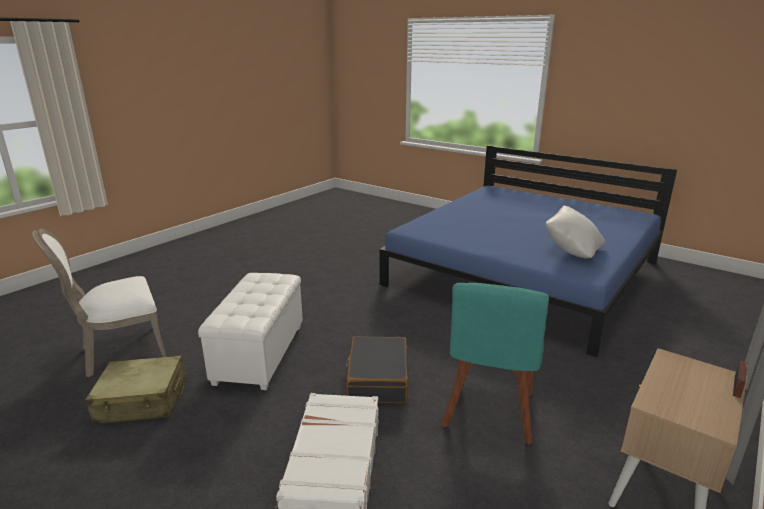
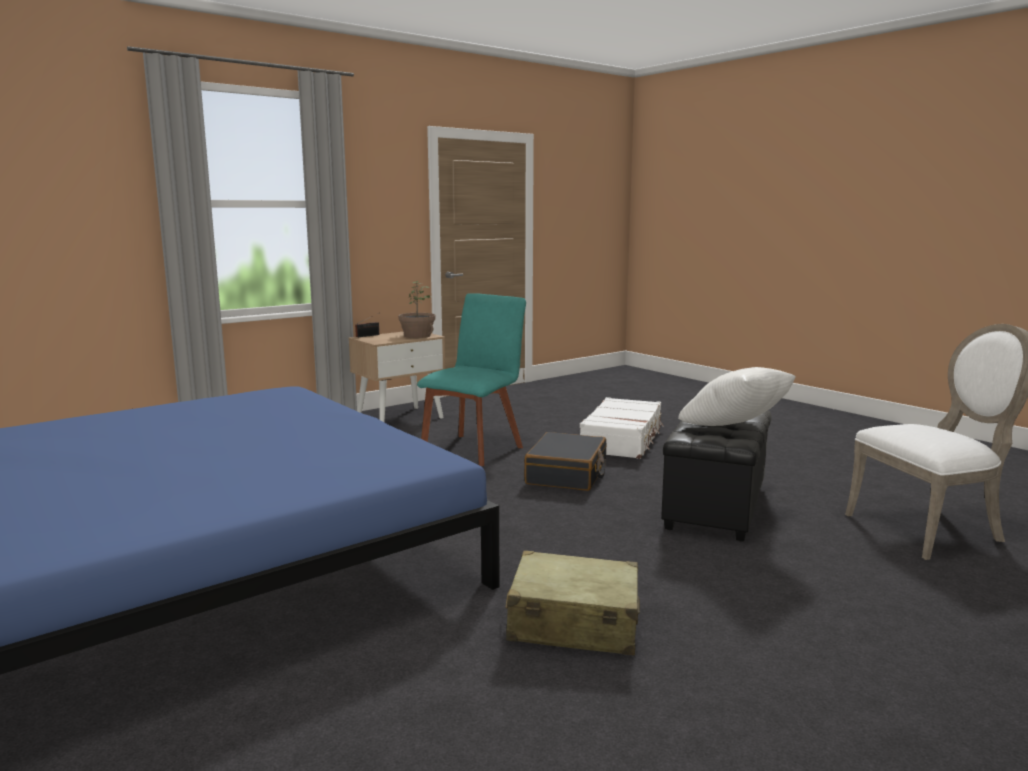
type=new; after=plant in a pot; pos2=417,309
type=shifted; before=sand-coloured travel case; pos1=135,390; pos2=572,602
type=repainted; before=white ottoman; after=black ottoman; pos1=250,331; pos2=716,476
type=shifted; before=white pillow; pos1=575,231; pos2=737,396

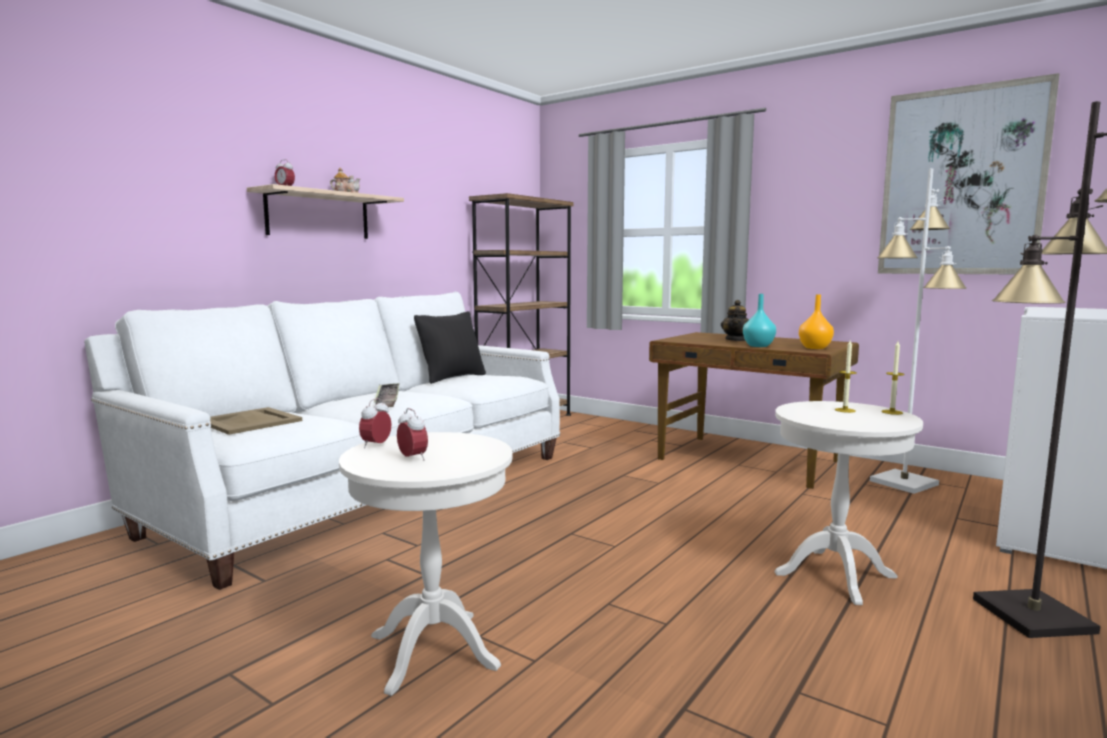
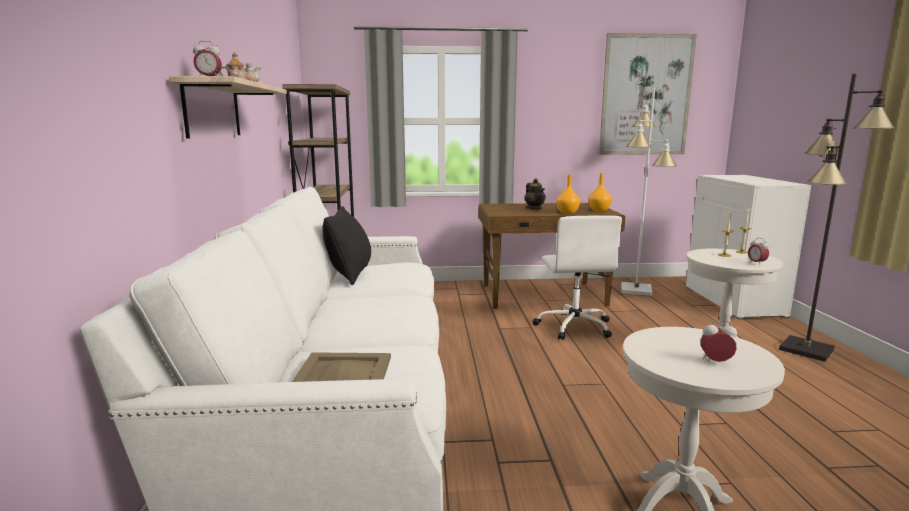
type=new; after=white desk chair; pos2=577,277
type=repainted; before=turquoise decorative vase; after=orange-coloured decorative vase; pos1=759,320; pos2=568,194
type=shifted; before=table clock; pos1=375,423; pos2=758,251
type=gone; before=serving tray; pos1=387,395

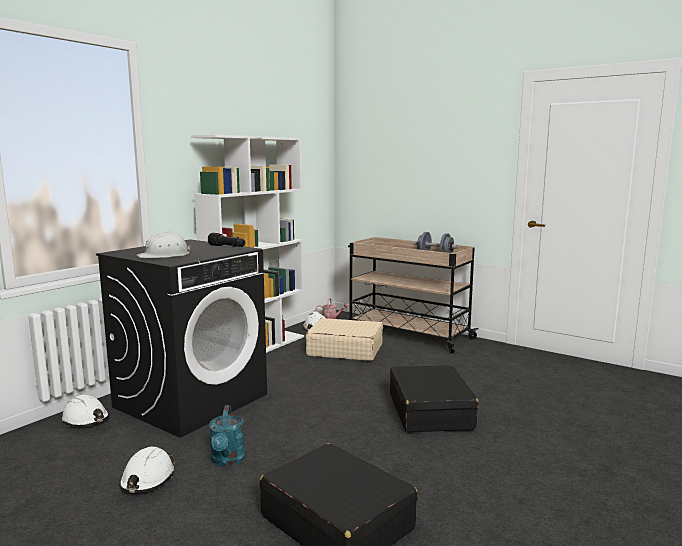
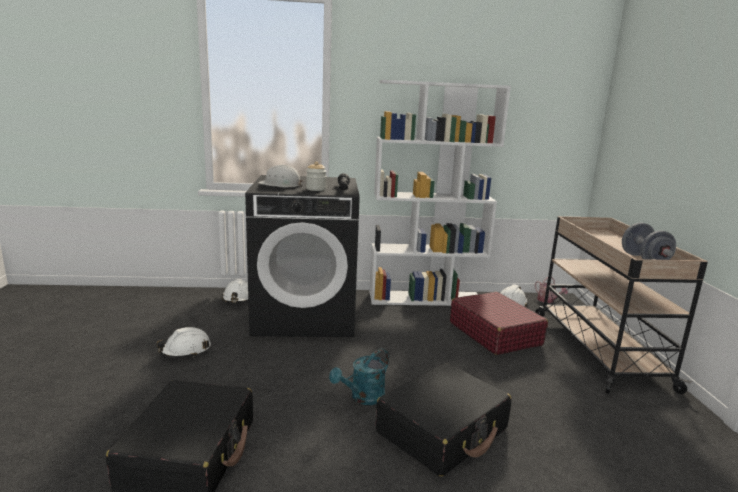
type=new; after=jar; pos2=316,176
type=shifted; before=turquoise watering pot; pos1=227,436; pos2=359,377
type=repainted; before=sand-coloured travel case; after=red travel case; pos1=344,339; pos2=499,323

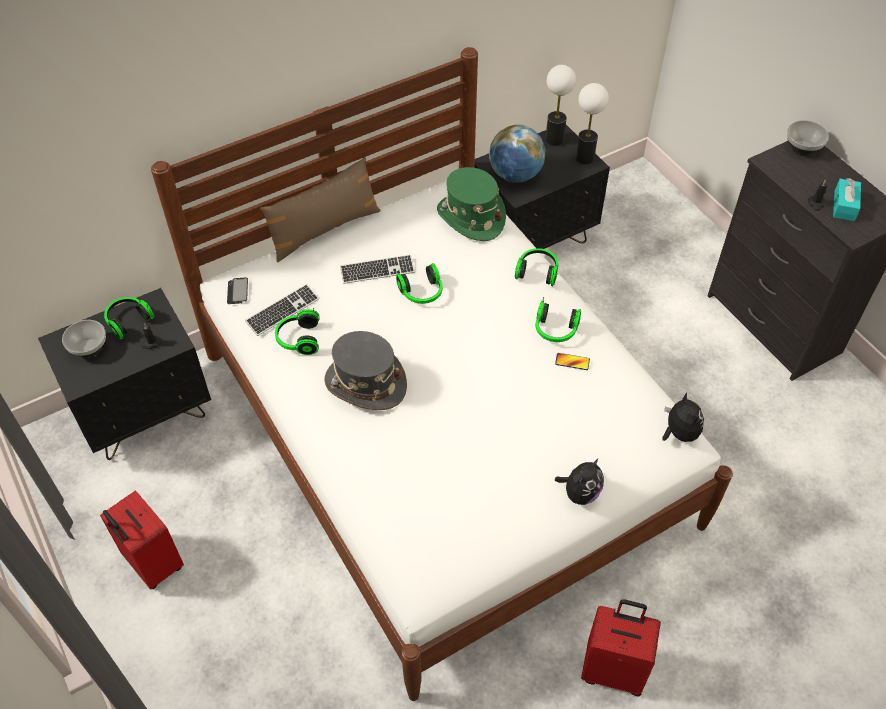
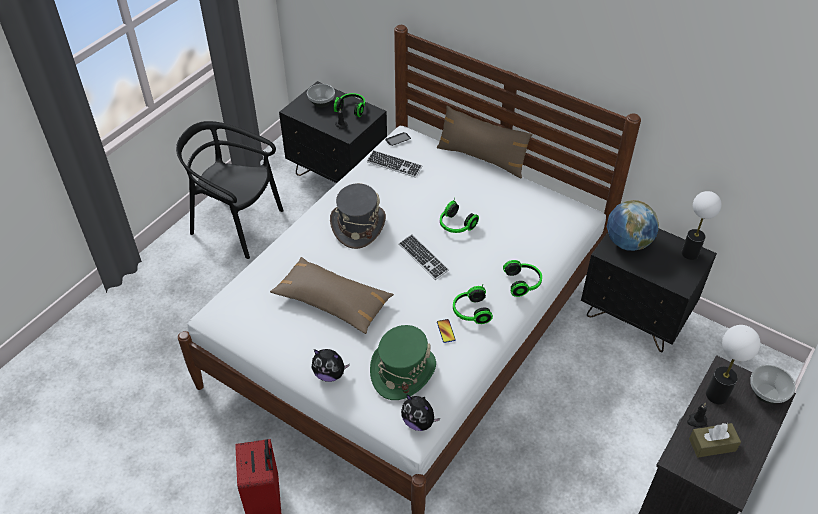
type=swapped; before=red travel case; after=black plain chair; pos1=142,540; pos2=230,190
type=new; after=brownish pillow; pos2=332,295
type=shifted; before=greenish clothing hat; pos1=471,204; pos2=403,362
type=shifted; before=keyboard; pos1=377,269; pos2=424,257
type=rotated; before=soft toy; pos1=683,417; pos2=421,412; turn=75
type=repainted; before=turquoise tissue box; after=brownish tissue box; pos1=847,199; pos2=715,440
type=shifted; before=lamp for a table; pos1=592,123; pos2=733,364
type=gone; before=pair of headphones; pos1=297,331

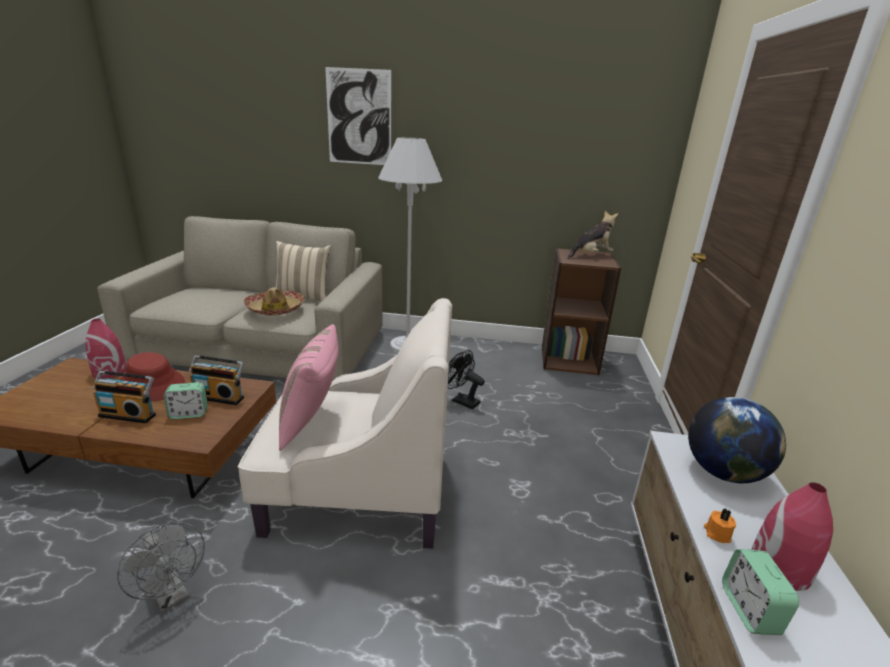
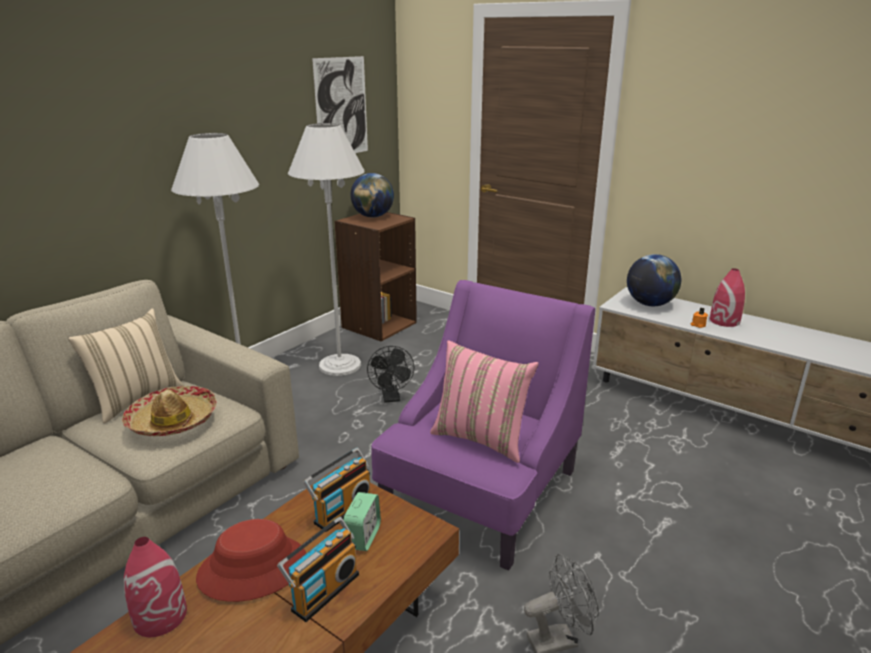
type=new; after=white standard lamp; pos2=326,249
type=shifted; before=wall picture; pos1=358,116; pos2=340,104
type=swapped; before=soft toy; after=globe; pos1=593,234; pos2=372,195
type=rotated; before=black electric fan; pos1=466,379; pos2=391,374; turn=-75
type=repainted; before=sand-coloured easy chair; after=purplish easy chair; pos1=345,423; pos2=483,425
type=gone; before=table clock; pos1=760,592

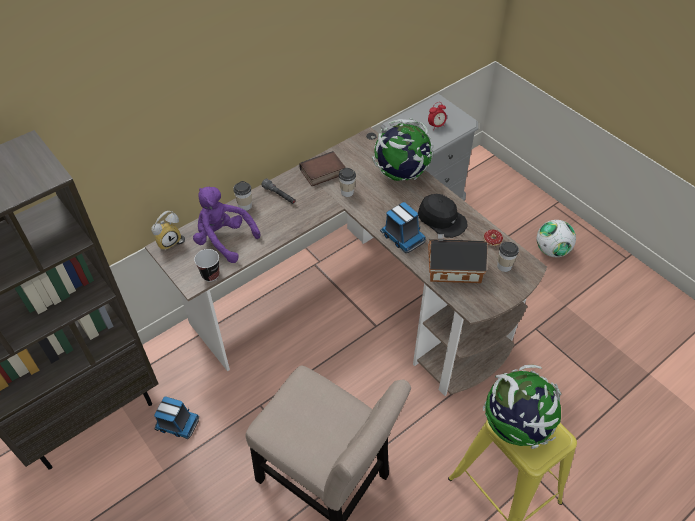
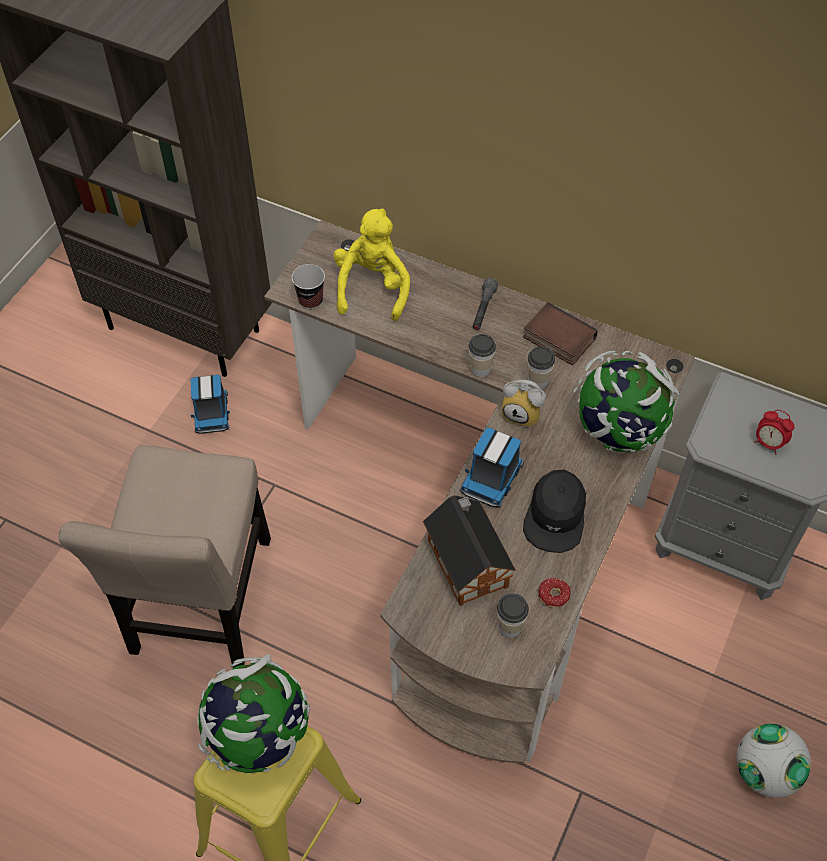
type=repainted; before=purplish soft toy; after=yellow-coloured soft toy; pos1=226,225; pos2=371,264
type=shifted; before=cup; pos1=242,196; pos2=482,355
type=shifted; before=table clock; pos1=166,231; pos2=524,404

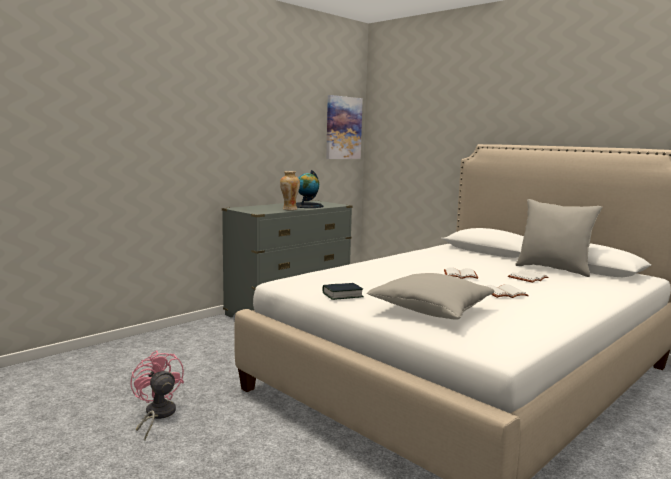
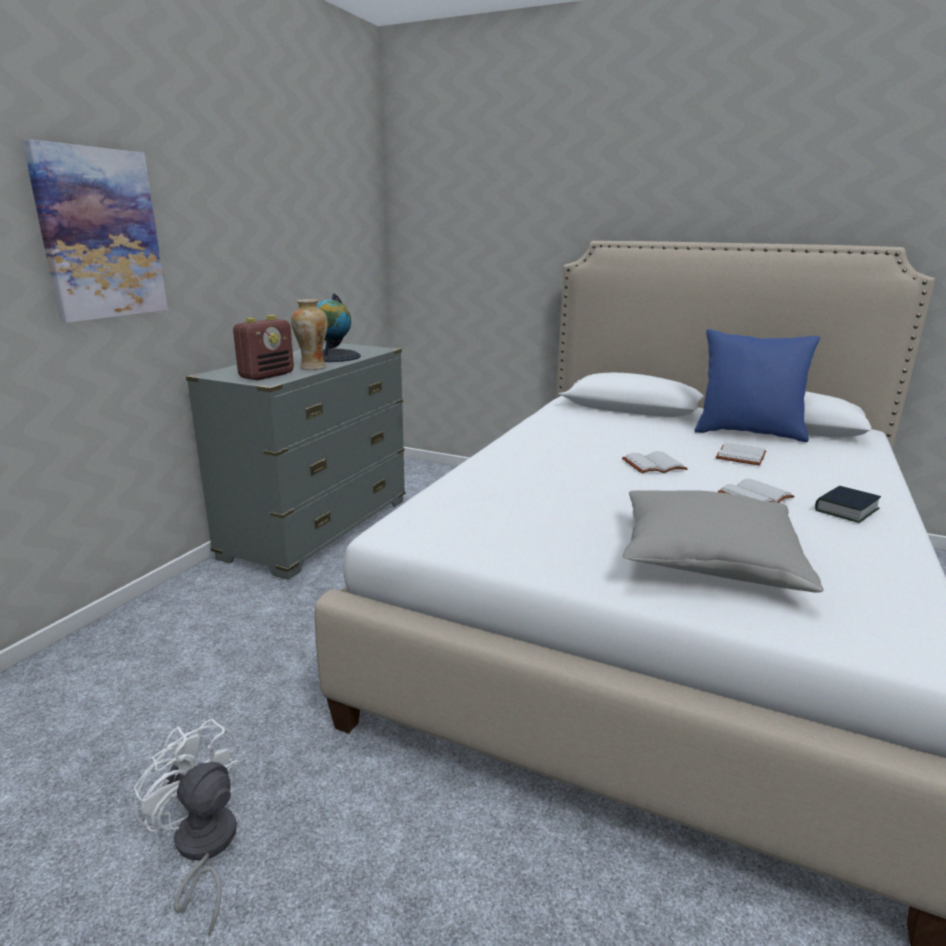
type=shifted; before=wall picture; pos1=344,127; pos2=95,231
type=repainted; before=pink electric fan; after=white electric fan; pos1=157,395; pos2=187,827
type=new; after=radio receiver; pos2=263,347
type=repainted; before=grey pillow; after=blue-coloured pillow; pos1=558,238; pos2=757,385
type=shifted; before=book; pos1=343,291; pos2=848,504

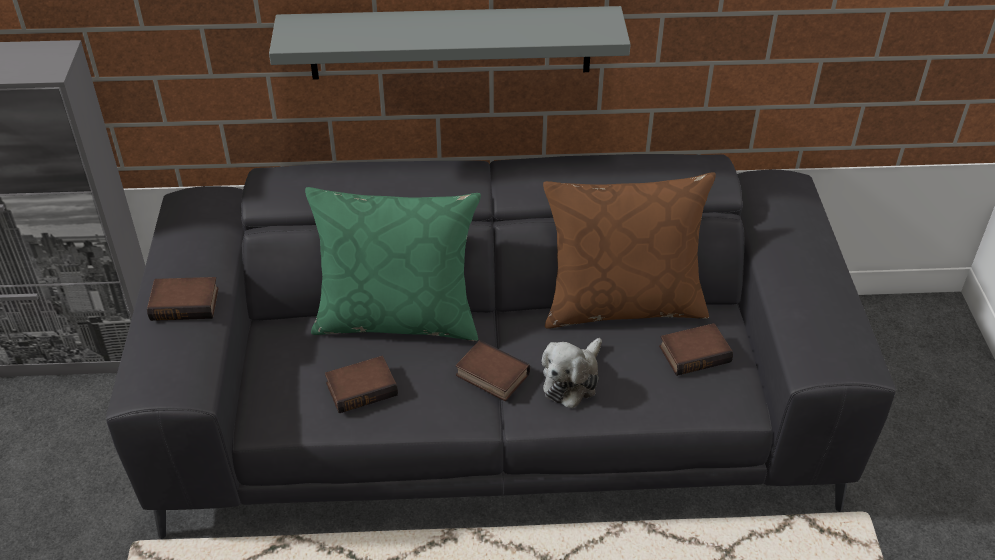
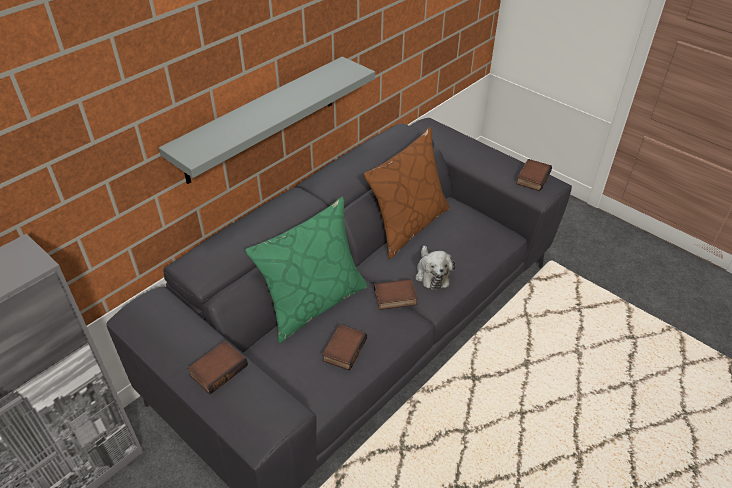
type=shifted; before=book; pos1=696,349; pos2=534,175

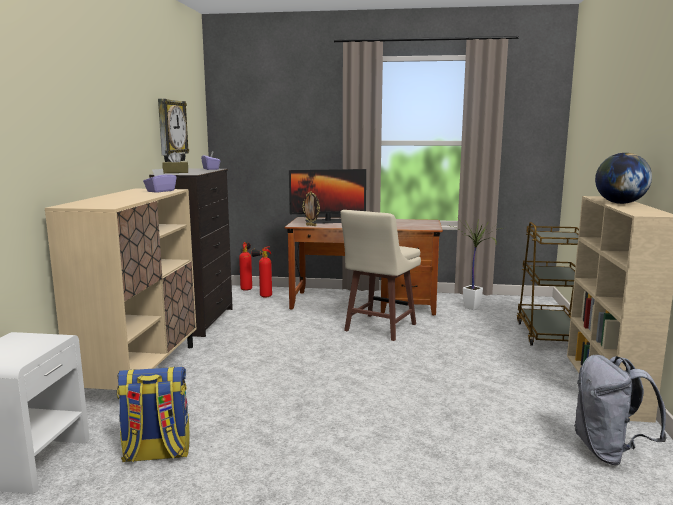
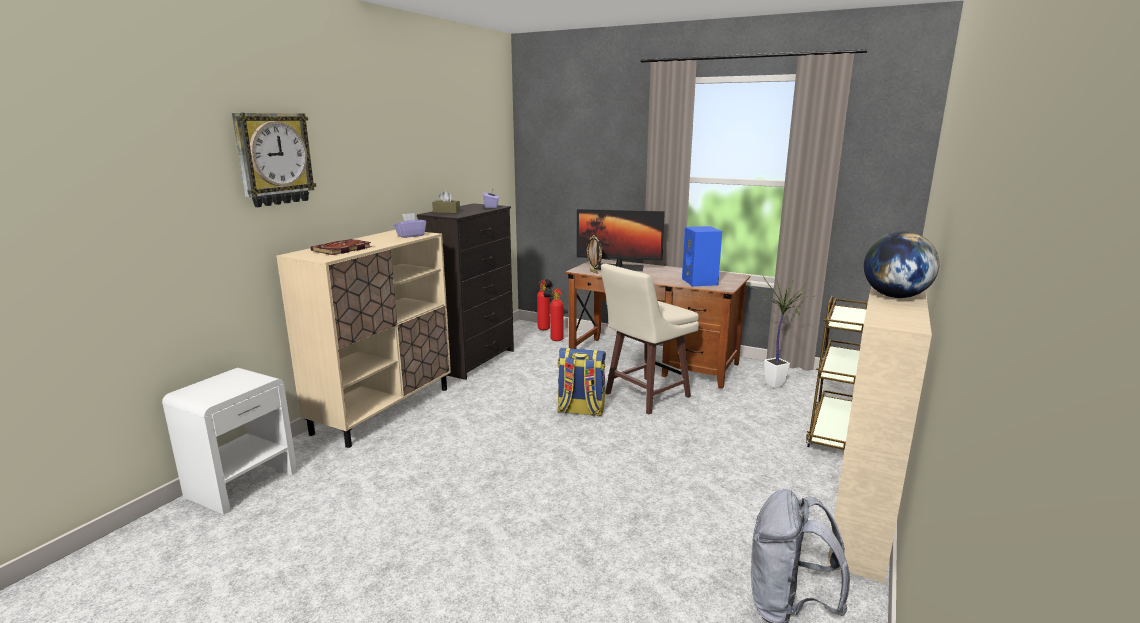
type=shifted; before=clock on the wall; pos1=173,130; pos2=274,160
type=new; after=book; pos2=341,247
type=shifted; before=backpack; pos1=153,414; pos2=581,382
type=new; after=blue-coloured speaker; pos2=702,256

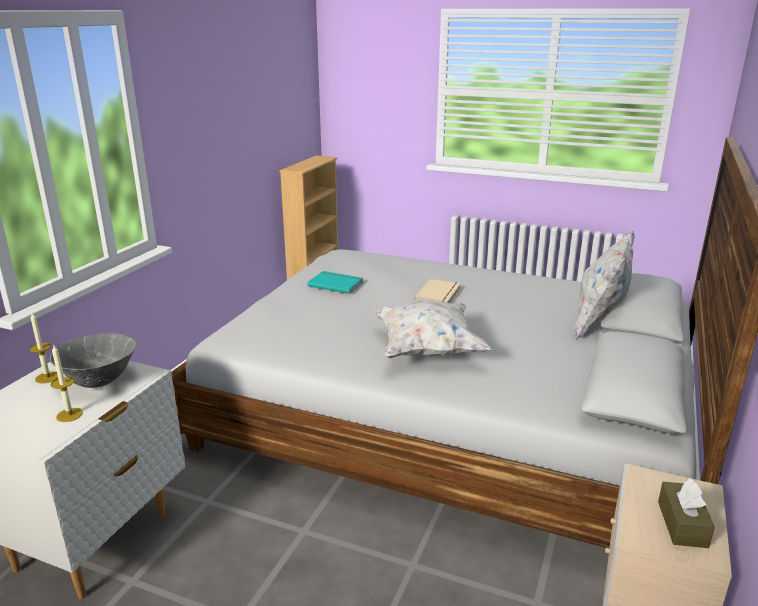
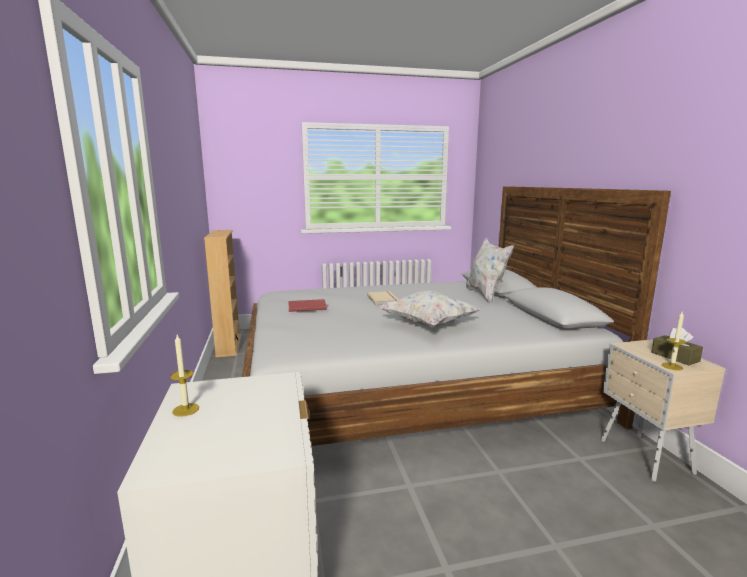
type=repainted; before=turquoise book; after=red book; pos1=335,282; pos2=307,305
type=shifted; before=wax candle; pos1=67,383; pos2=674,341
type=gone; before=grey deep dish; pos1=93,360

